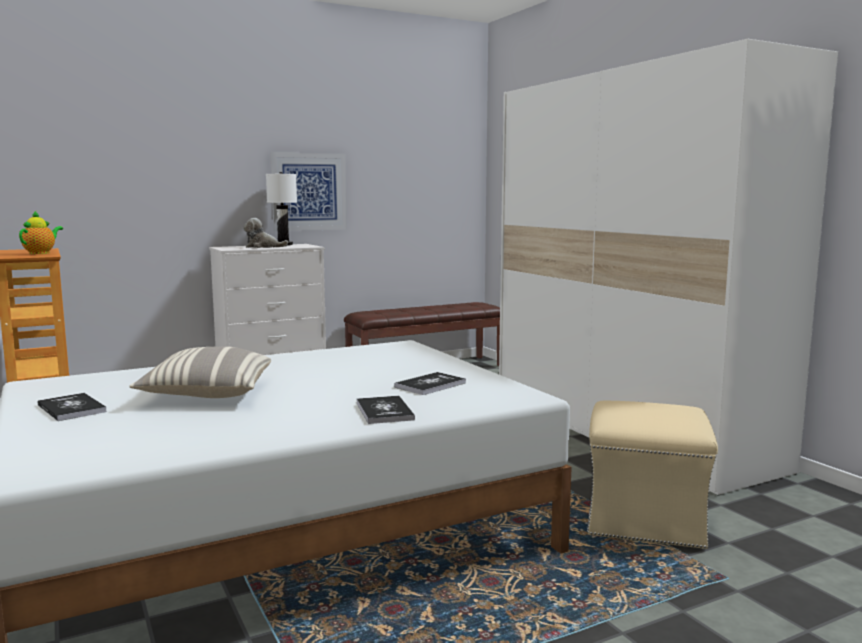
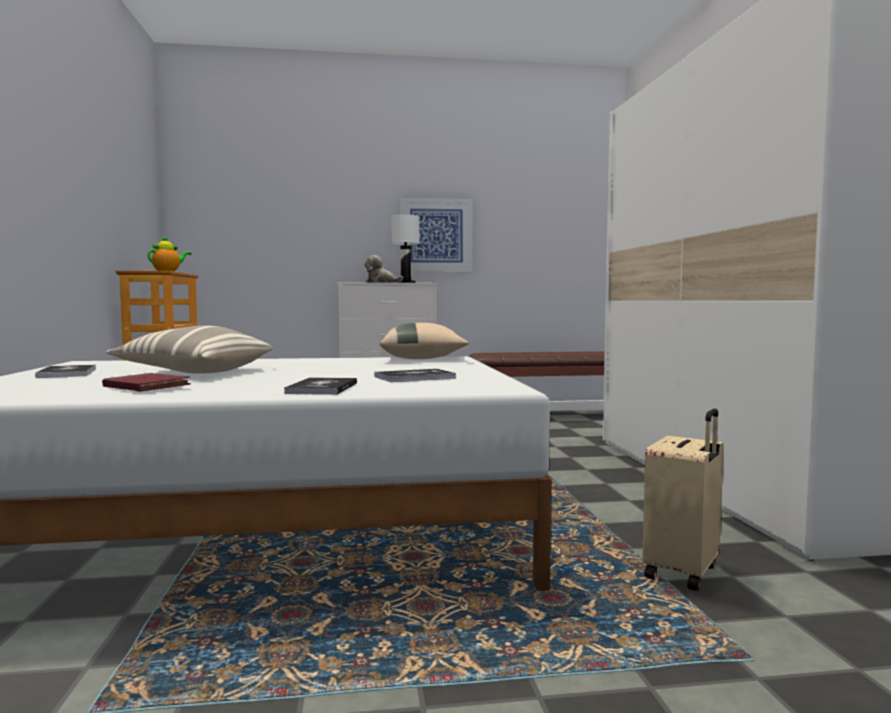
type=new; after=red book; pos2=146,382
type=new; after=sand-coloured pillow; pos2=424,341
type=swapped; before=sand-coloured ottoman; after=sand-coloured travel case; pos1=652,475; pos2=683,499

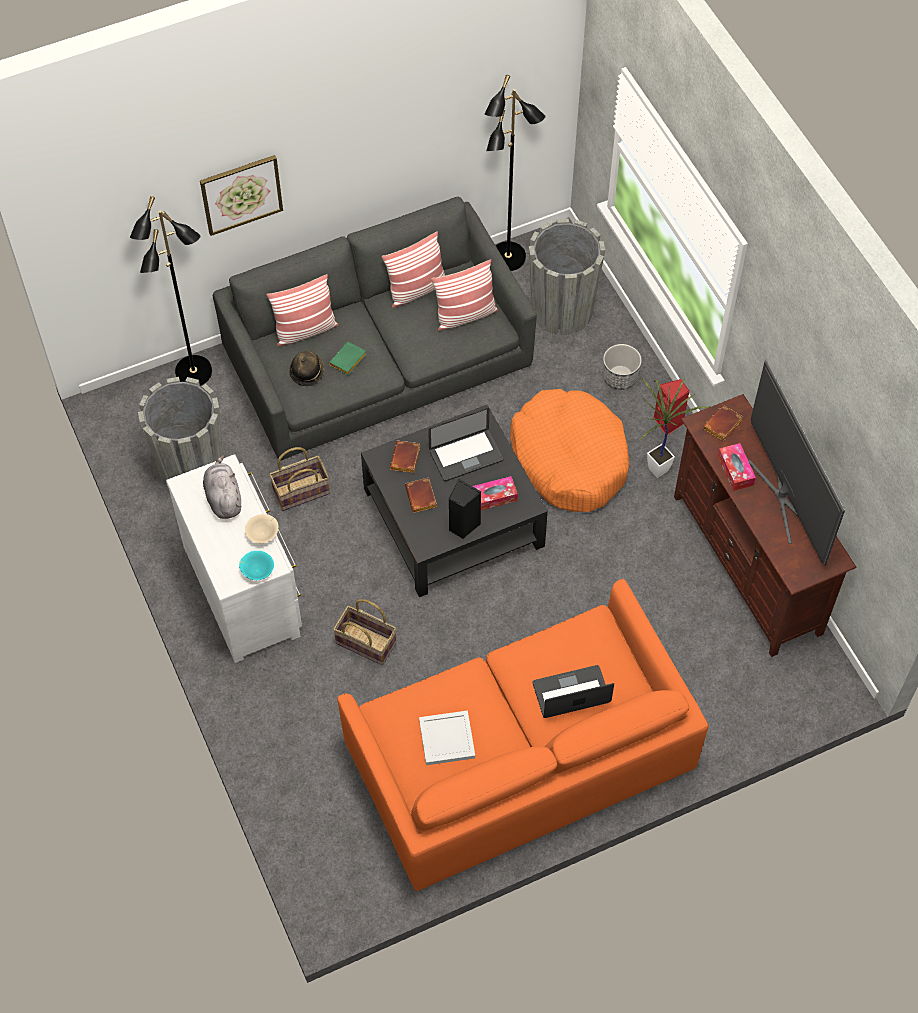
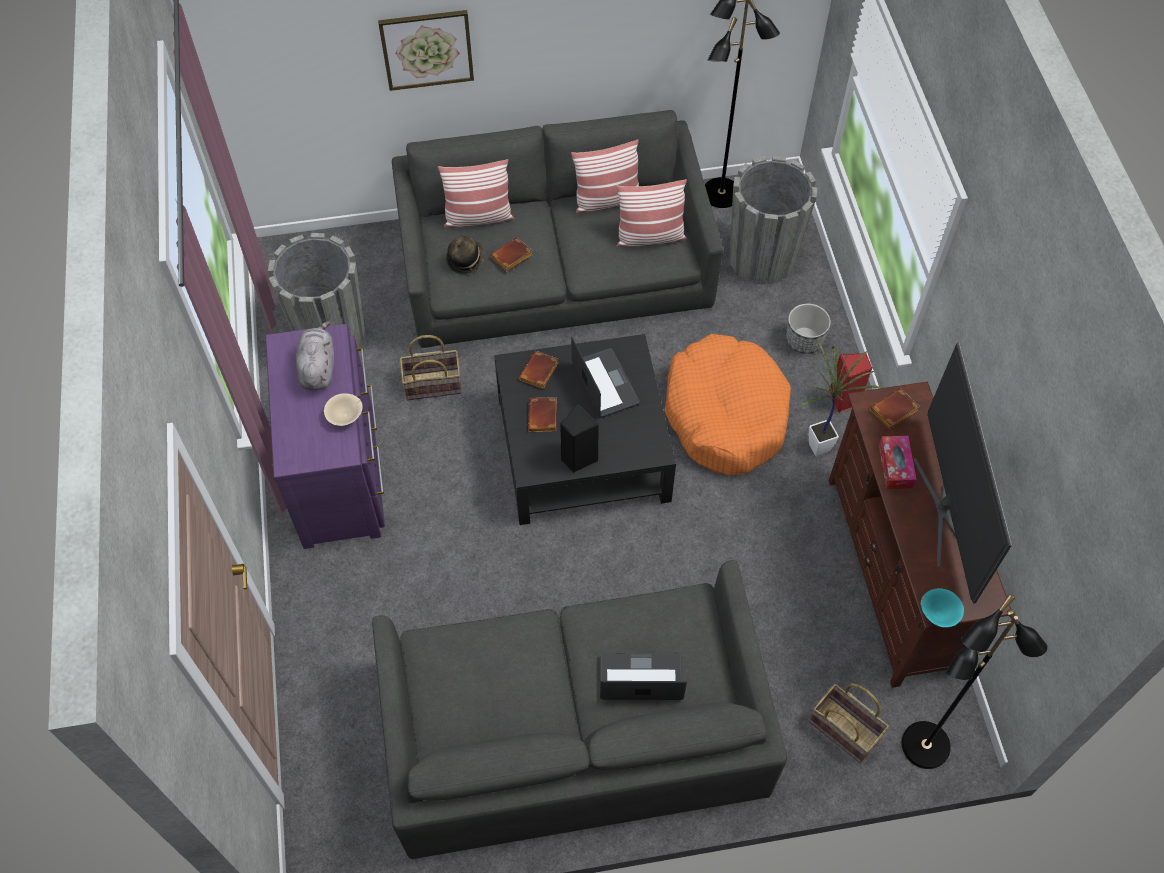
type=repainted; before=white chest of drawers; after=purplish chest of drawers; pos1=234,558; pos2=325,436
type=repainted; before=orange-coloured couch; after=grey couch; pos1=523,735; pos2=580,709
type=repainted; before=greenish book; after=brownish book; pos1=347,358; pos2=512,254
type=rotated; before=portable computer; pos1=465,444; pos2=605,377; turn=-105
type=shifted; before=household basket; pos1=364,632; pos2=849,723
type=shifted; before=black standard lamp; pos1=171,291; pos2=974,681
type=shifted; before=turquoise deep dish; pos1=256,565; pos2=942,608
type=gone; before=white serving tray; pos1=447,737
type=gone; before=tissue box; pos1=495,493

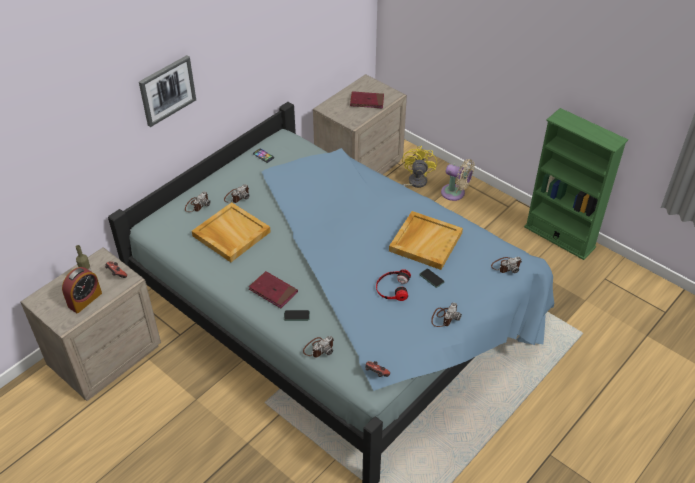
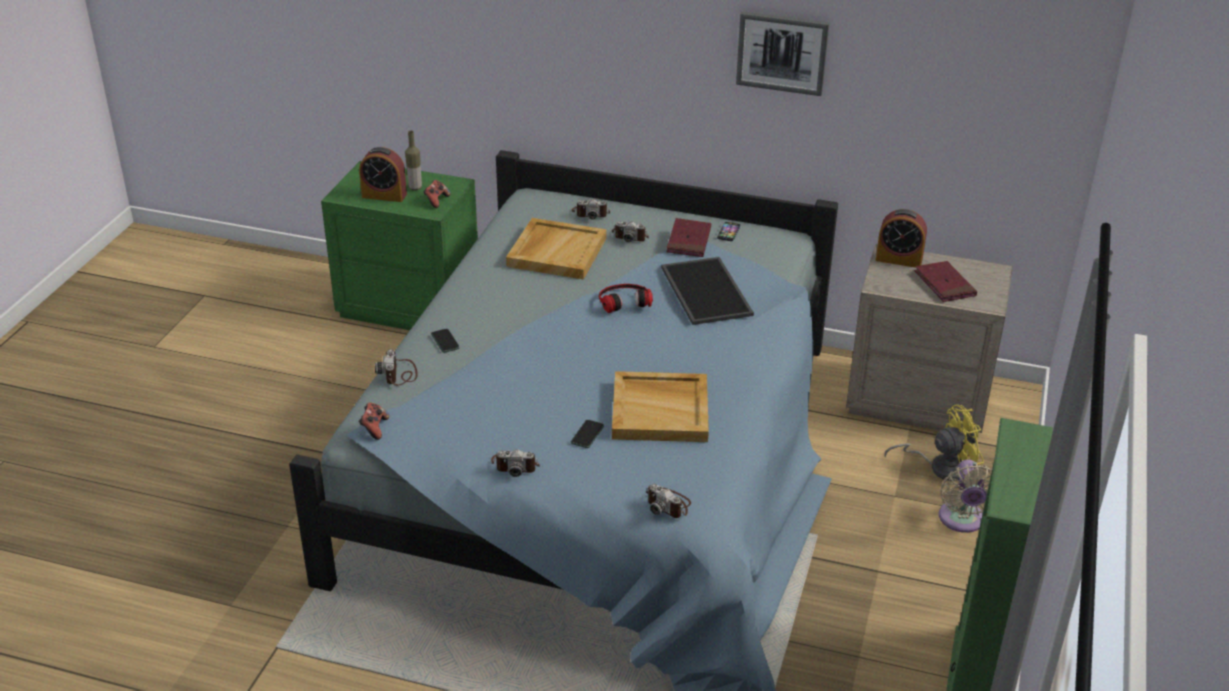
type=repainted; before=sand-coloured night table; after=greenish night table; pos1=90,324; pos2=399,245
type=rotated; before=still camera; pos1=318,347; pos2=396,367; turn=60
type=shifted; before=pair of headphones; pos1=393,285; pos2=626,298
type=new; after=serving tray; pos2=707,291
type=shifted; before=red book; pos1=273,289; pos2=689,237
type=shifted; before=wall picture; pos1=167,91; pos2=782,54
type=new; after=table clock; pos2=901,238

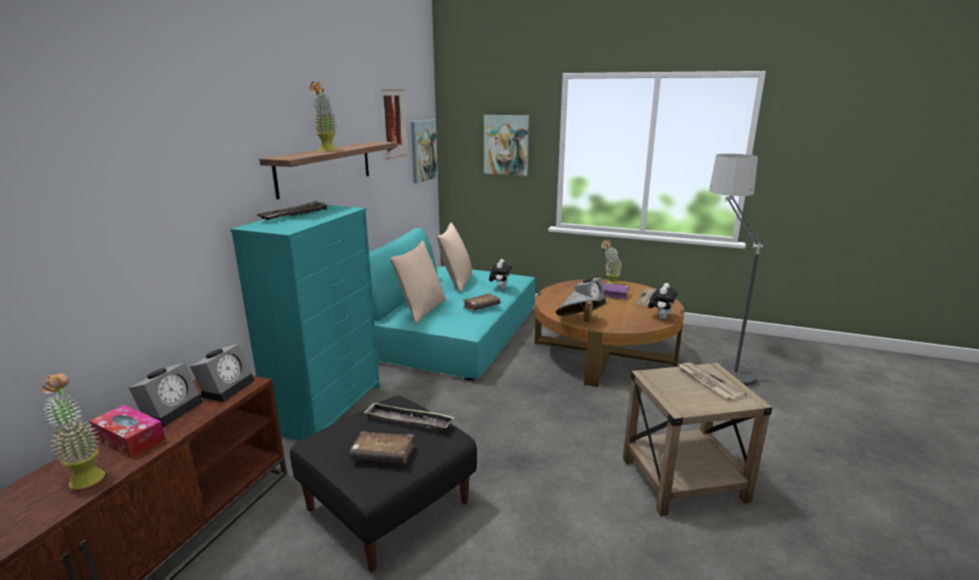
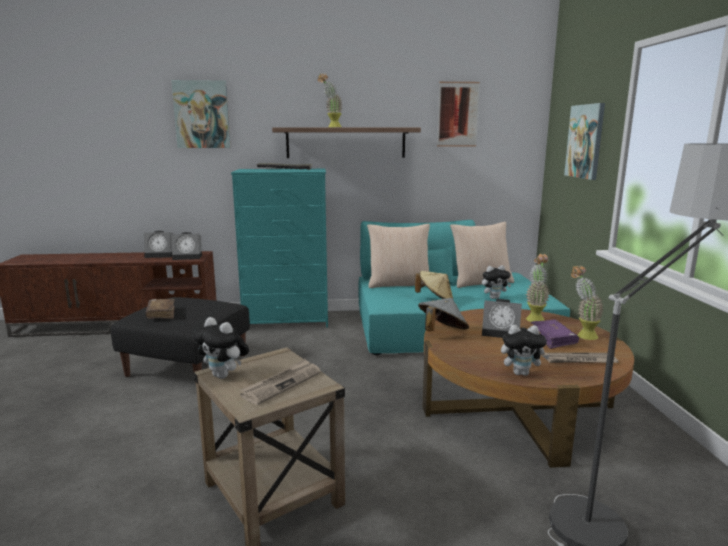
type=shifted; before=wall picture; pos1=424,152; pos2=201,114
type=new; after=soft toy; pos2=220,348
type=swapped; before=brownish book; after=sand-coloured clothing hat; pos1=481,302; pos2=434,285
type=shifted; before=plant in a pot; pos1=73,431; pos2=537,288
type=gone; before=tissue box; pos1=127,431
type=gone; before=serving tray; pos1=408,416

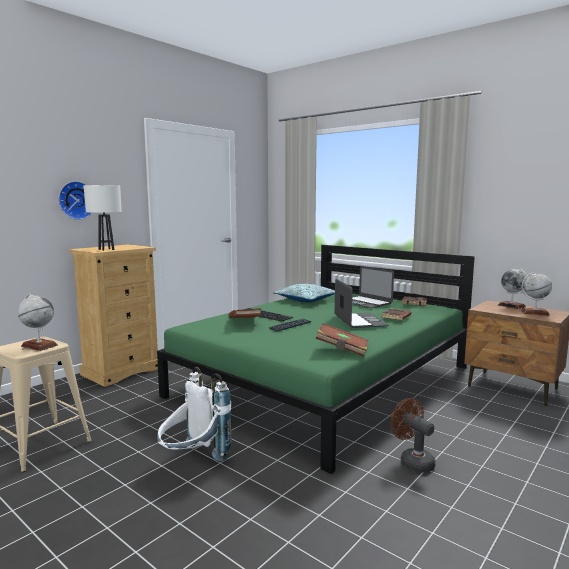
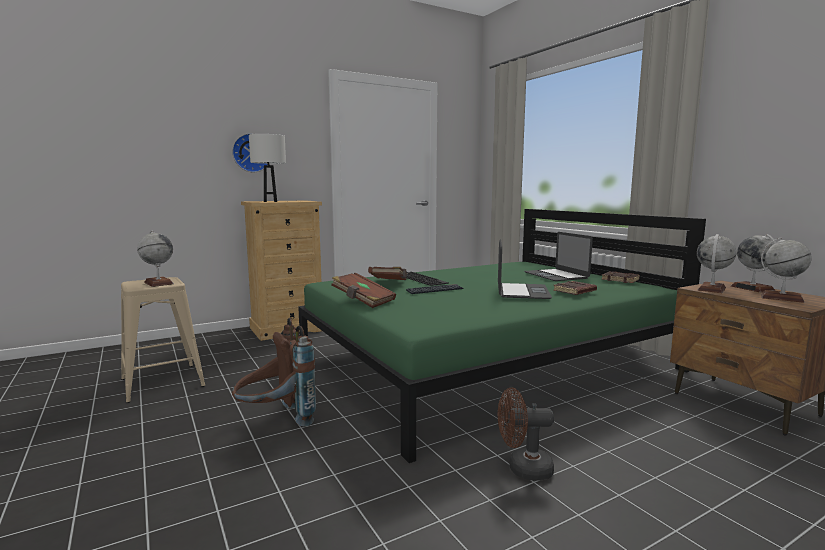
type=repainted; before=white backpack; after=brownish backpack; pos1=194,414; pos2=274,372
type=shifted; before=brownish book; pos1=342,340; pos2=363,290
type=rotated; before=brownish electric fan; pos1=413,435; pos2=526,434; turn=-75
type=new; after=globe; pos2=717,263
type=gone; before=pillow; pos1=304,293

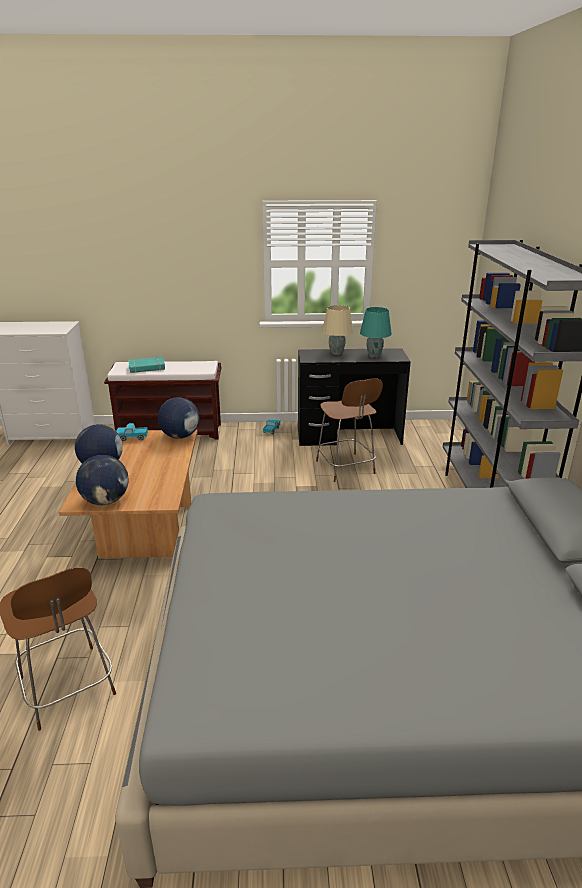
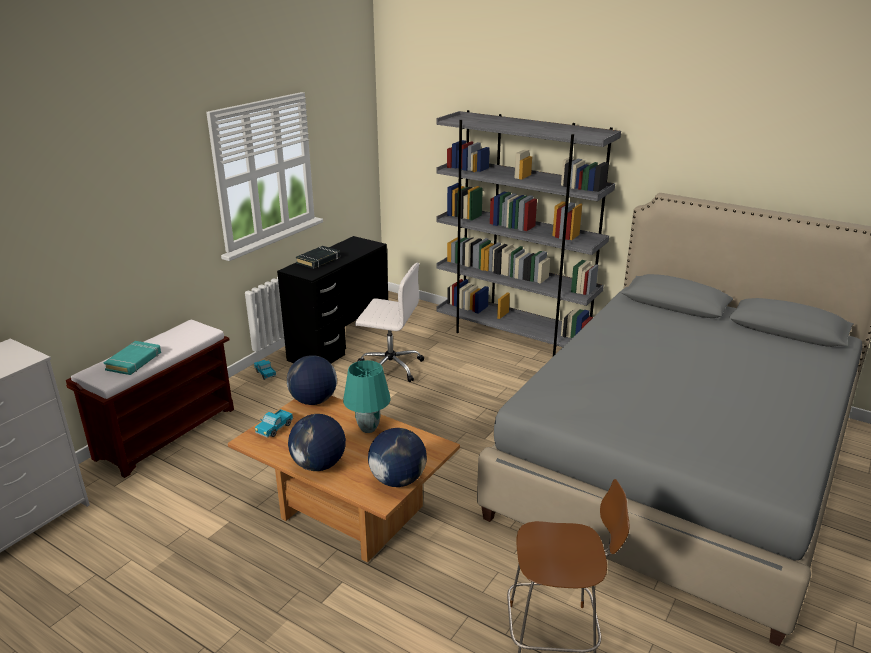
type=swapped; before=sand-coloured lamp for a table; after=black book; pos1=337,330; pos2=318,257
type=shifted; before=turquoise lamp for a table; pos1=376,332; pos2=367,396
type=swapped; before=brownish stool seat; after=white desk chair; pos1=349,430; pos2=389,322

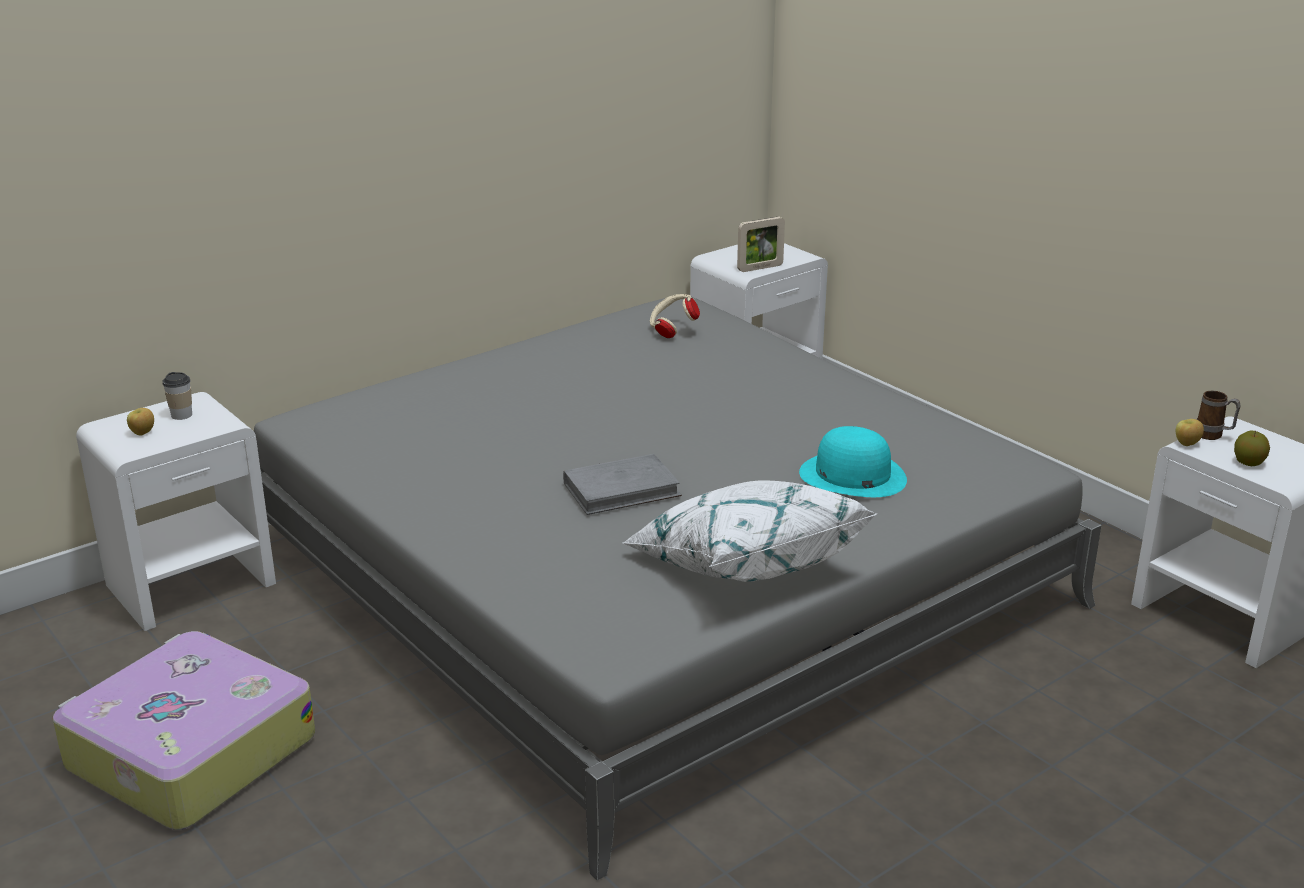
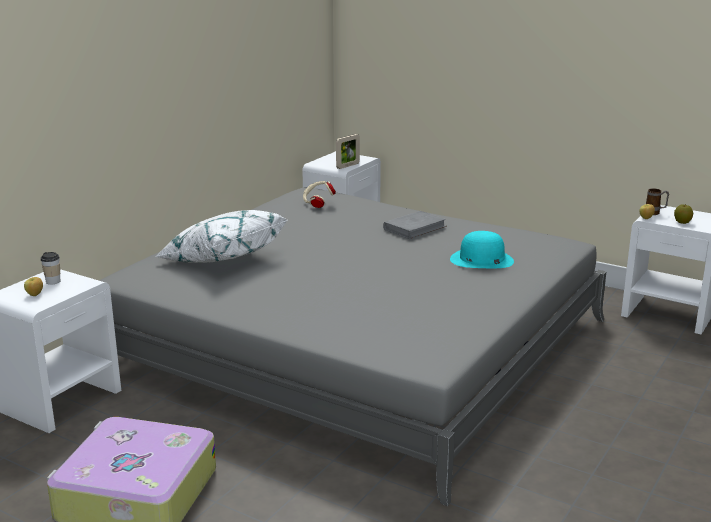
type=shifted; before=white pillow; pos1=749,531; pos2=221,236
type=shifted; before=grey book; pos1=622,484; pos2=415,225

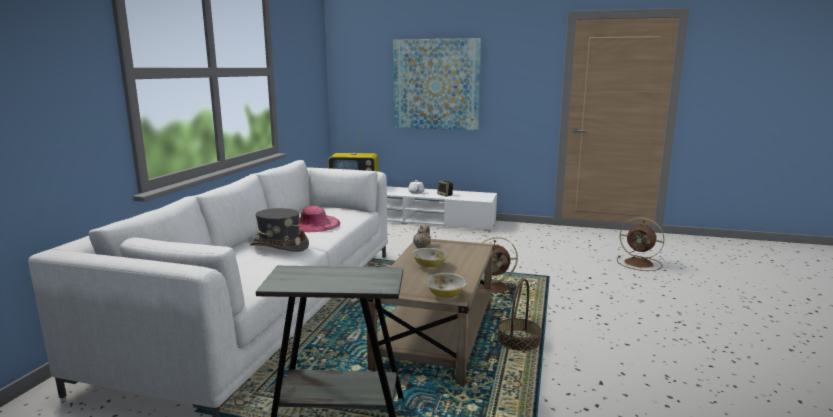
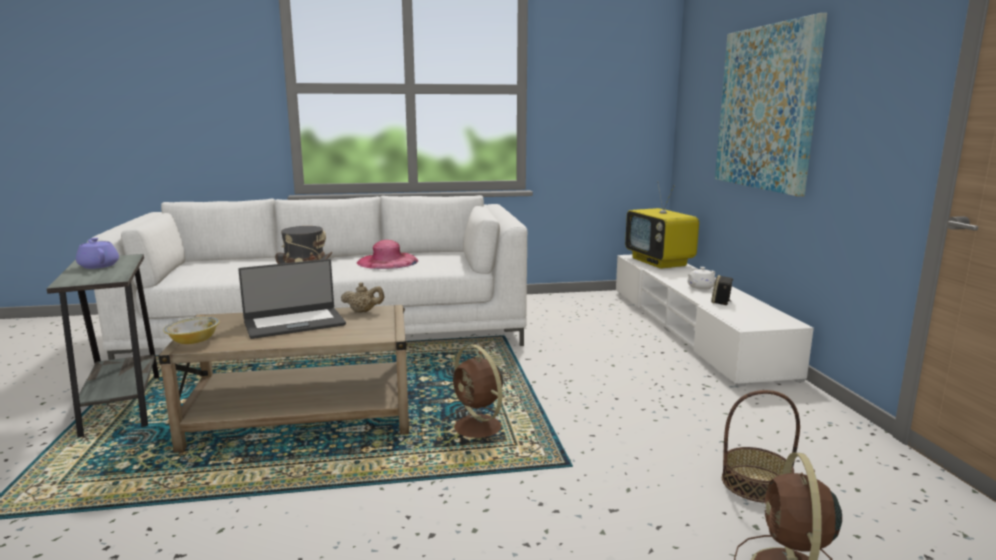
type=new; after=purplish tea pot; pos2=97,253
type=swapped; before=deep dish; after=portable computer; pos1=430,258; pos2=292,299
type=shifted; before=household basket; pos1=519,315; pos2=761,446

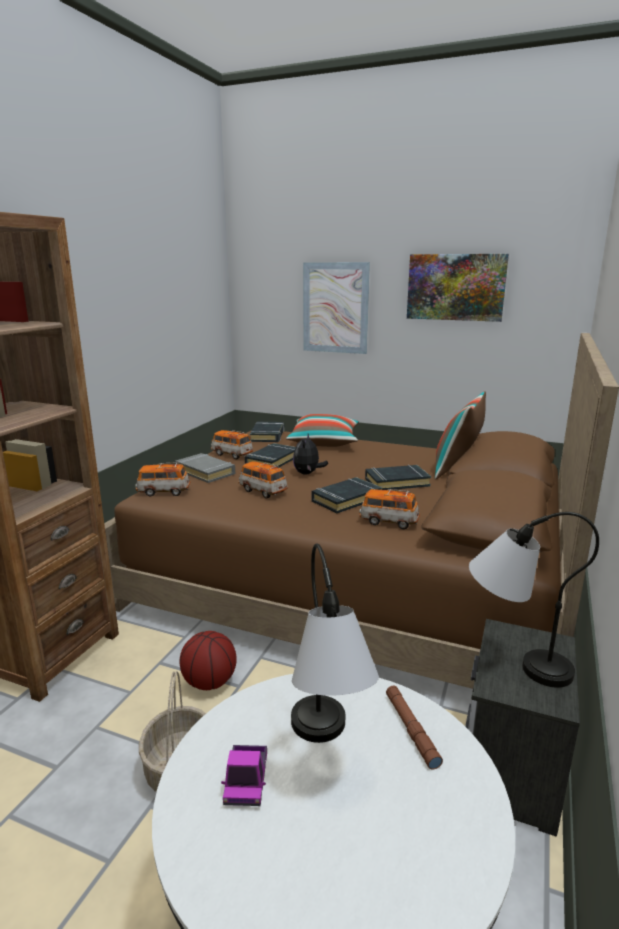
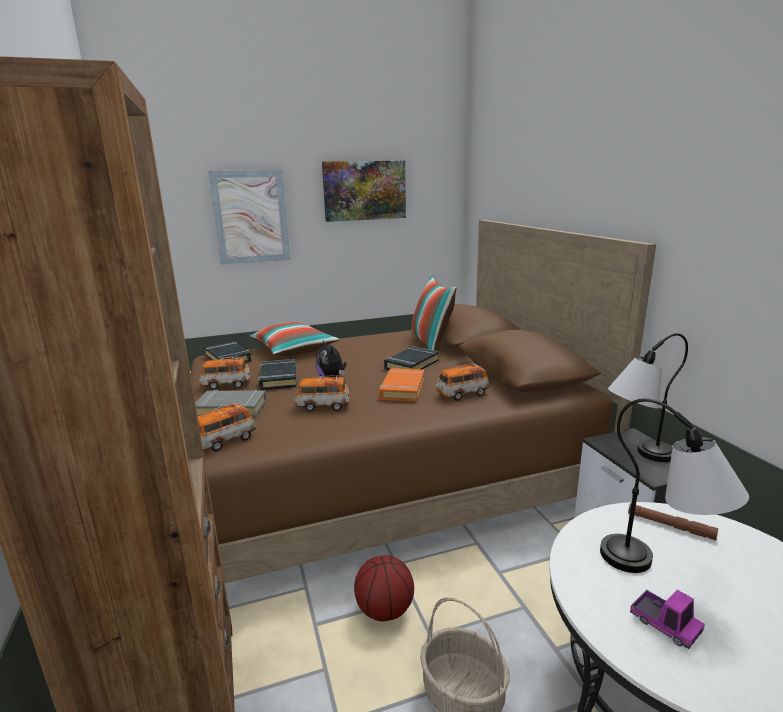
type=repainted; before=black book; after=orange-coloured book; pos1=347,495; pos2=401,385

